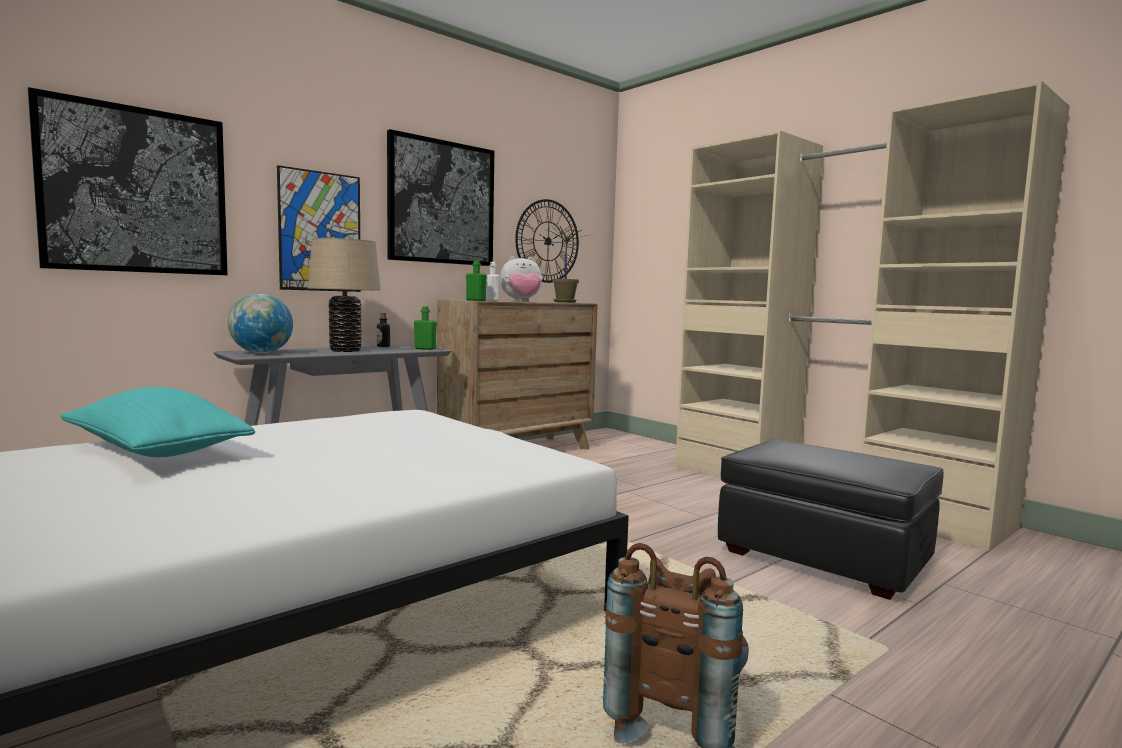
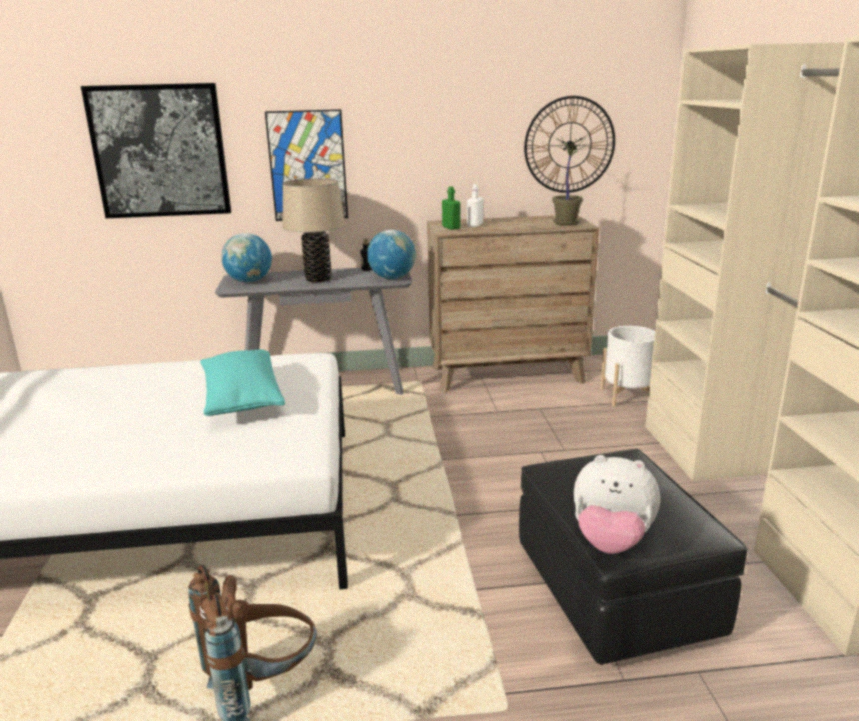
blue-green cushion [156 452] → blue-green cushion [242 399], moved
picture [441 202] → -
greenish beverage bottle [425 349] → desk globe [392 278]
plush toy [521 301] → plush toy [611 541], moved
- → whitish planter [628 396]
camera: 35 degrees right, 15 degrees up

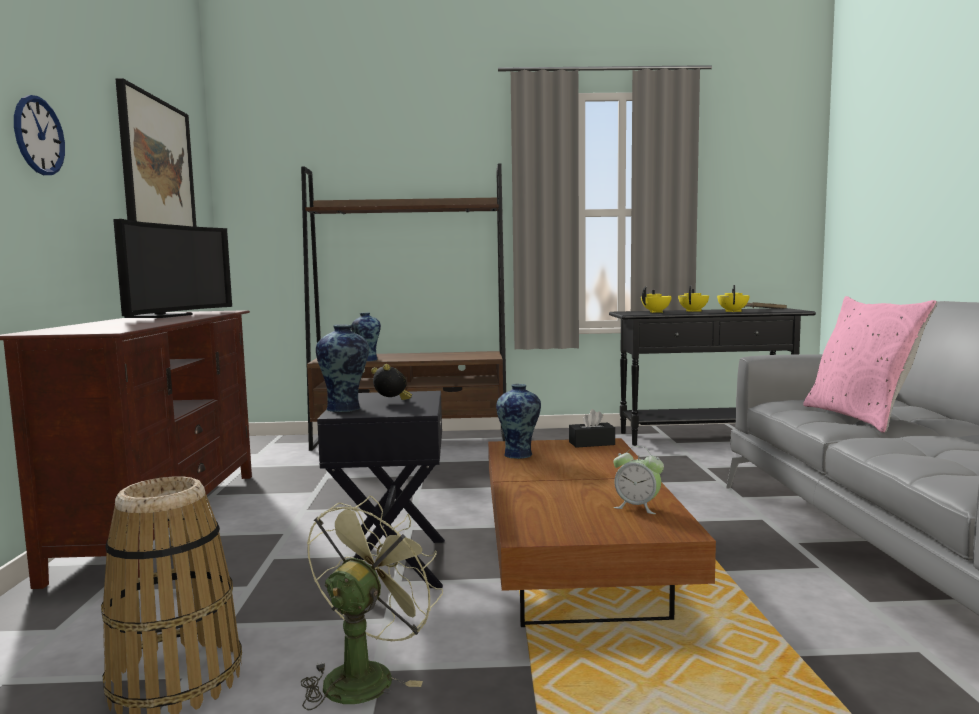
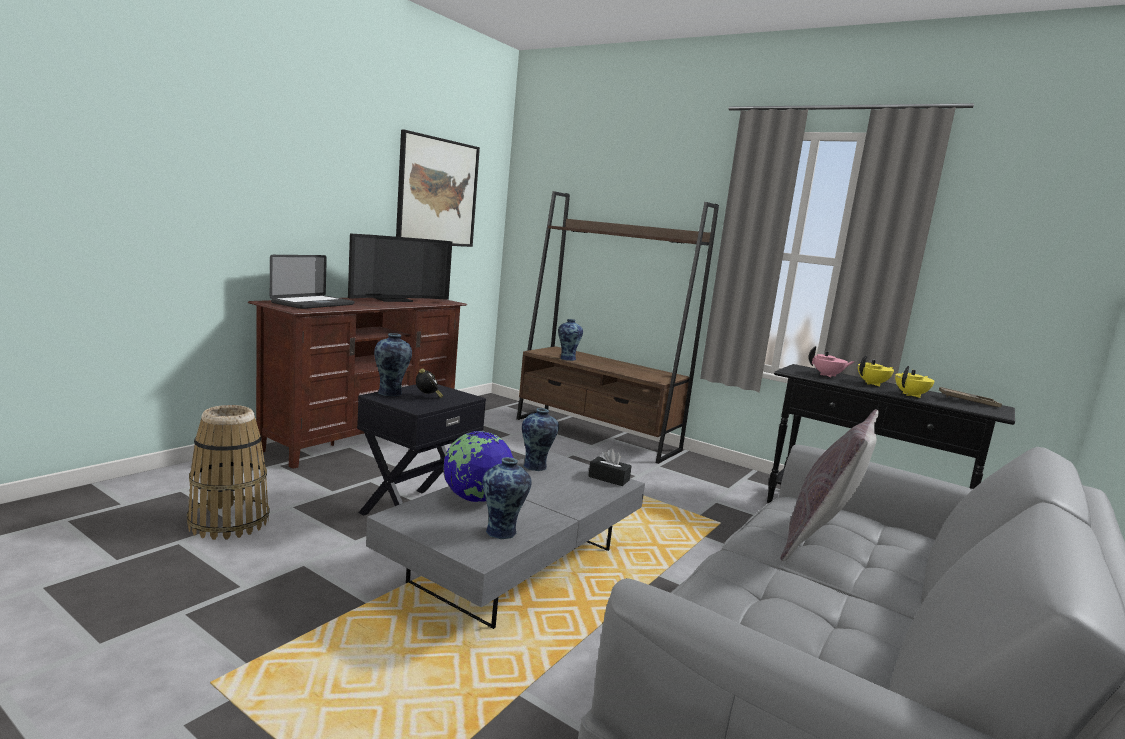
clock on the wall [39 136] → -
greenish electric fan [365 674] → -
brownish coffee table [577 565] → greyish coffee table [515 566]
bedside clock [637 507] → vase [502 532]
yellow teapot [656 312] → pinkish teapot [828 375]
pinkish cushion [860 417] → greyish cushion [819 542]
- → portable computer [313 303]
- → desk globe [476 499]
camera: 35 degrees right, 5 degrees up

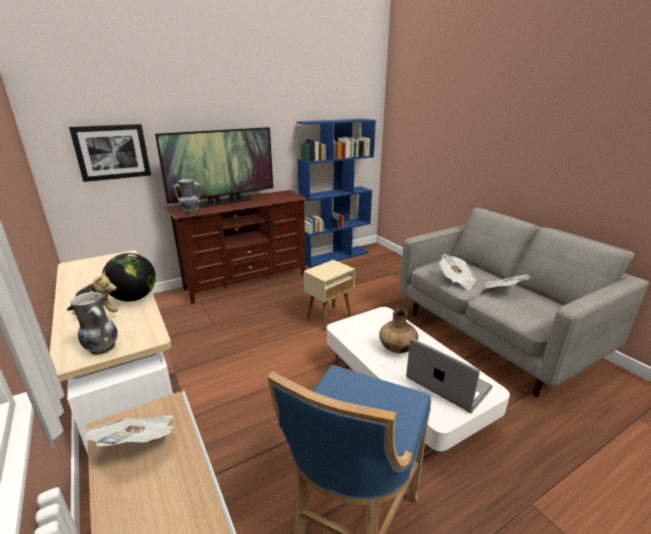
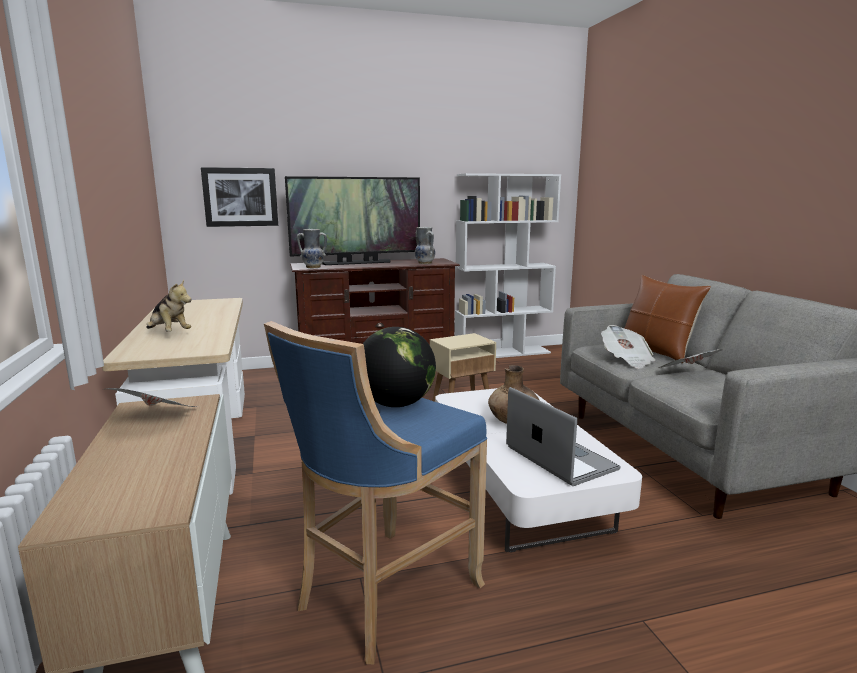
vase [101 348] → vase [424 263], moved
desk globe [134 298] → desk globe [396 404], moved
blue shelving unit [335 256] → whitish shelving unit [502 353]
- → brownish cushion [656 351]
camera: 15 degrees right, 10 degrees down

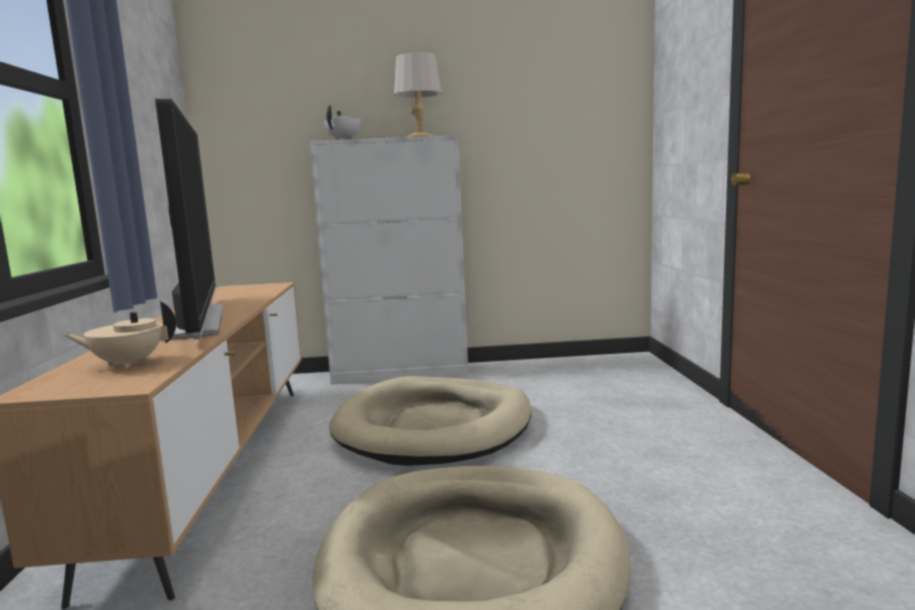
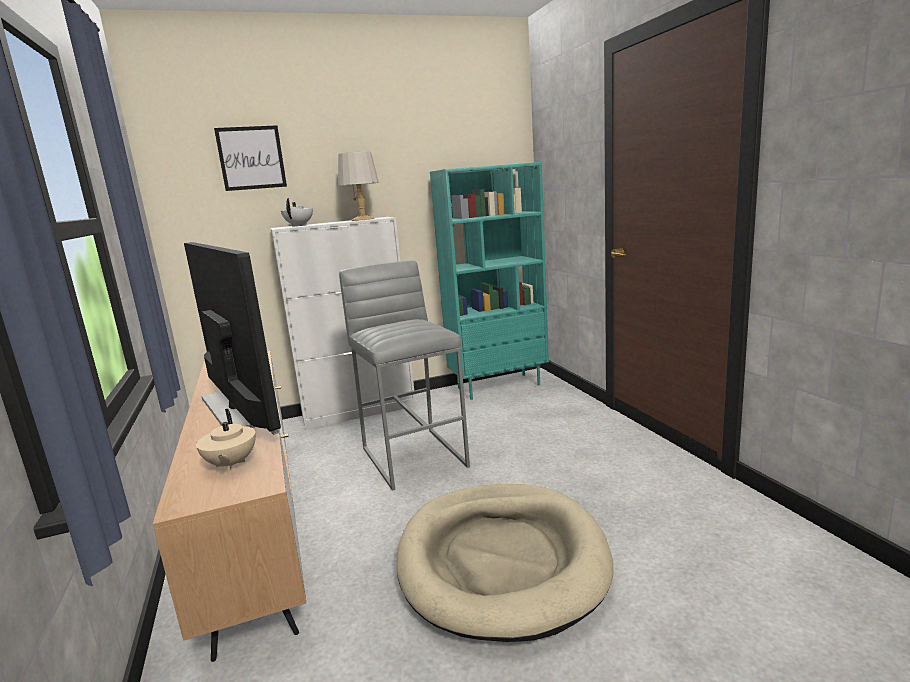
beige-coloured teapot [127 364] → beige-coloured teapot [230 464], 75 degrees counterclockwise
beige-coloured dog bed [434 427] → greyish stool seat [414 456]
- → picture [251 158]
- → blue-green shelving unit [499 386]
camera: 15 degrees left, 5 degrees up

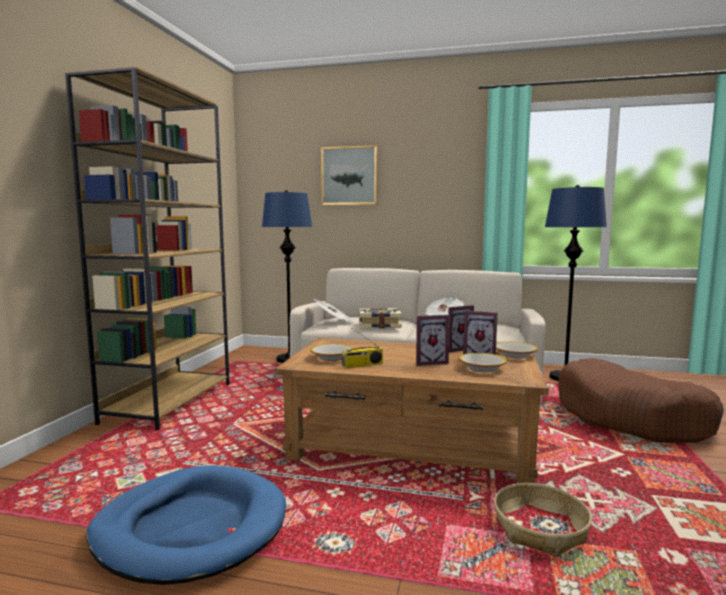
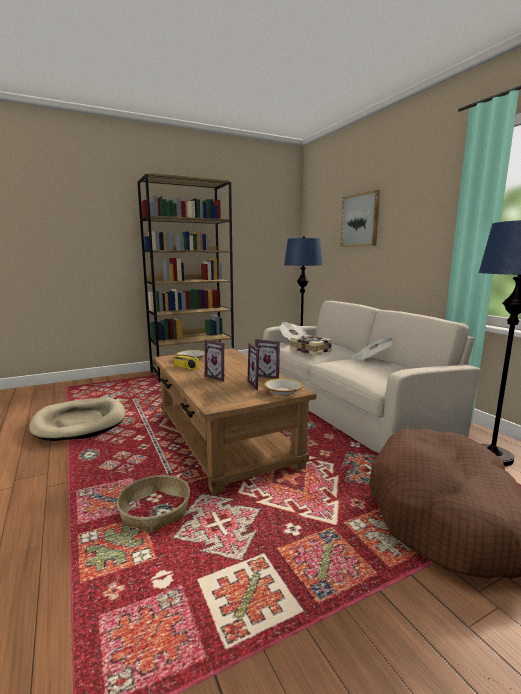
blue dog bed [191 528] → beige-coloured dog bed [80 422]
deep dish [482 368] → -
camera: 50 degrees right, 5 degrees up

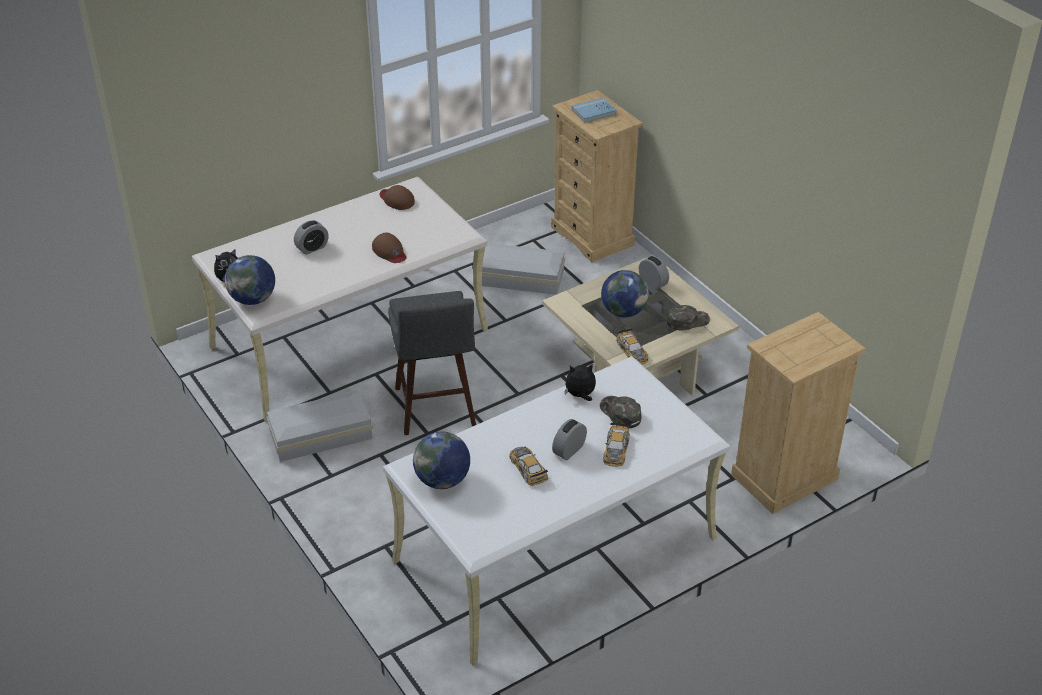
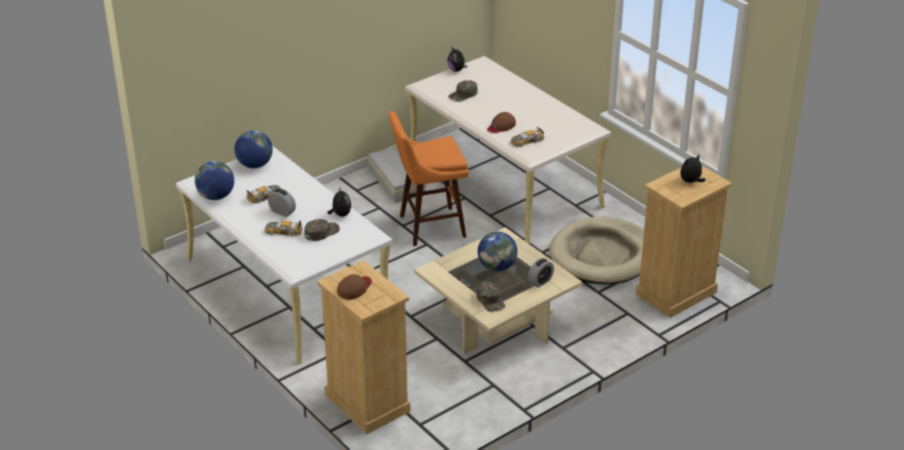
desk globe [253 299] → desk globe [216 196], moved
bedside clock [312 248] → -
brownish cap [396 200] → brownish cap [354 288], moved
greyish stool seat [435 410] → orangey stool seat [428 227]
whitish storage box [518 276] → beige-coloured dog bed [602 255]
blue volume [594 112] → plush toy [691 182]
toy car [632 351] → toy car [527 141], moved
- → greenish cap [463 95]
camera: 85 degrees right, 5 degrees down

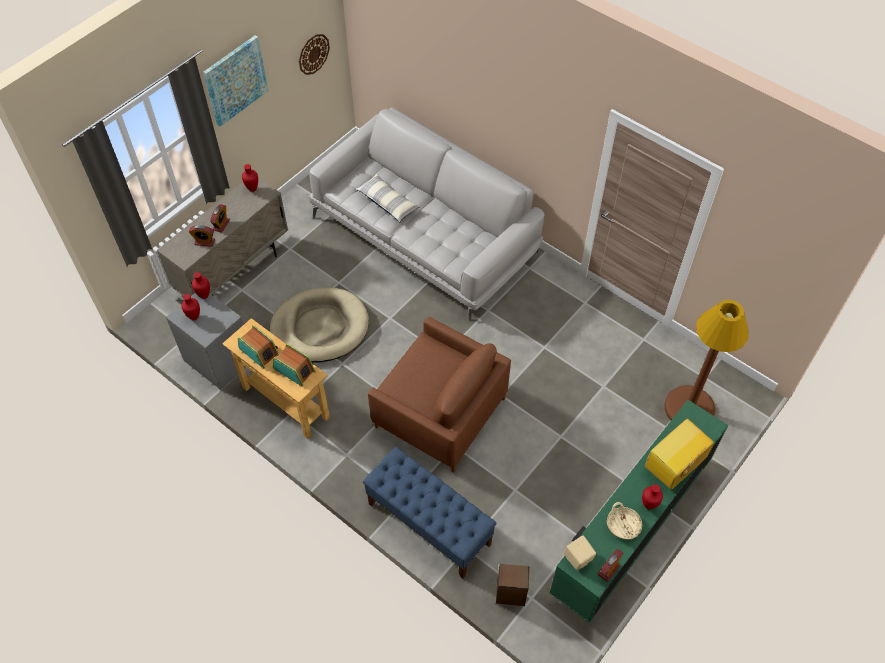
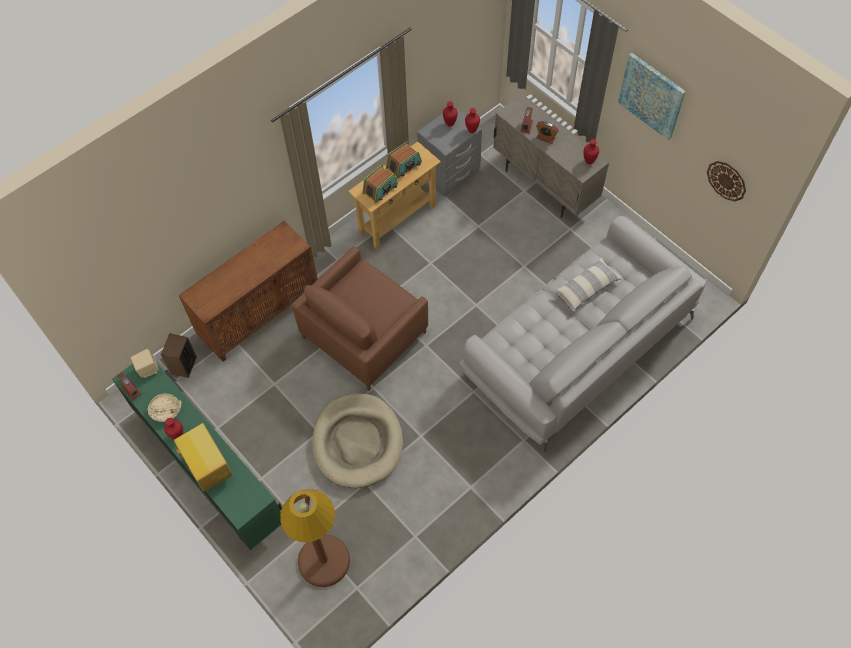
beige-coloured dog bed [320 328] → beige-coloured dog bed [357 442], moved
blue bench [428 524] → brownish cupboard [260 313]
camera: 100 degrees right, 5 degrees up

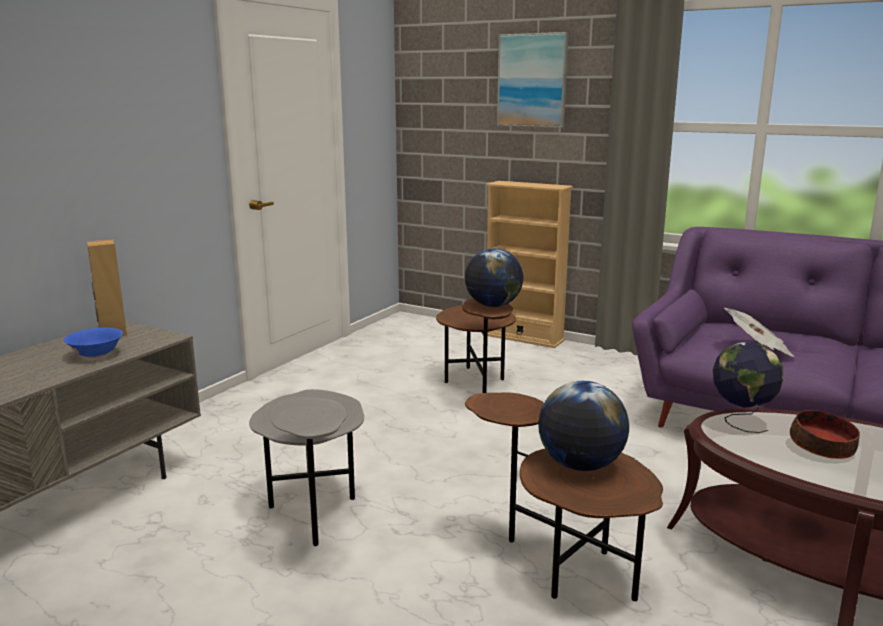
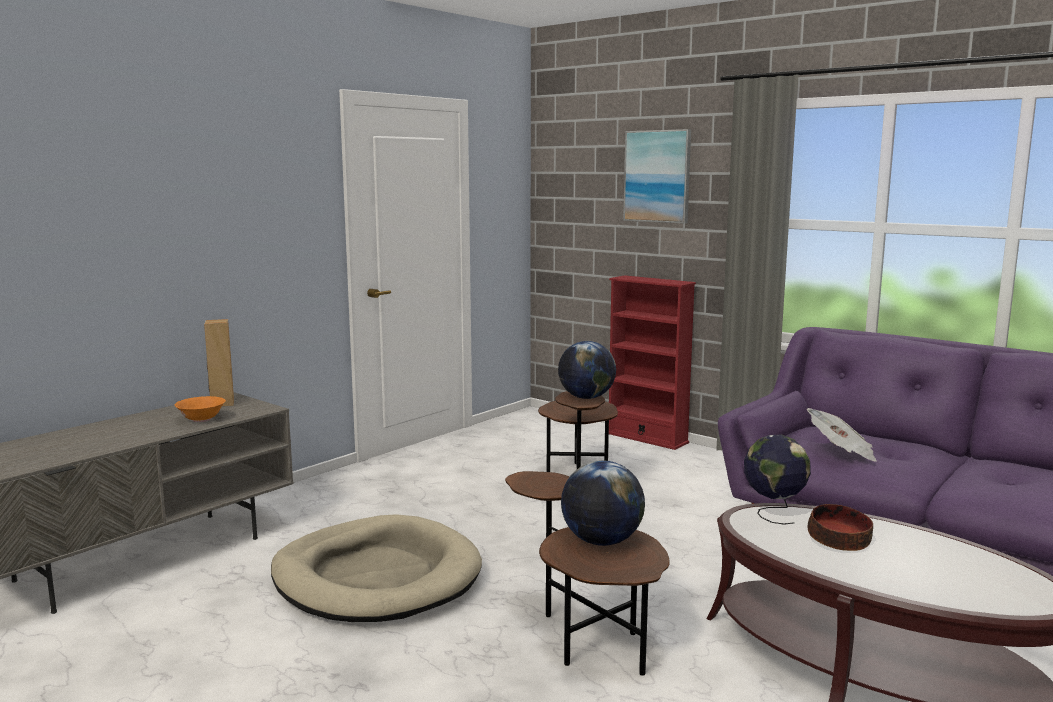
blue deep dish [96 355] → orangey deep dish [201 419]
greyish end table [314 512] → beige-coloured dog bed [376 577]
beige-coloured shelving unit [523 338] → reddish shelving unit [647 438]
camera: 10 degrees right, 5 degrees down

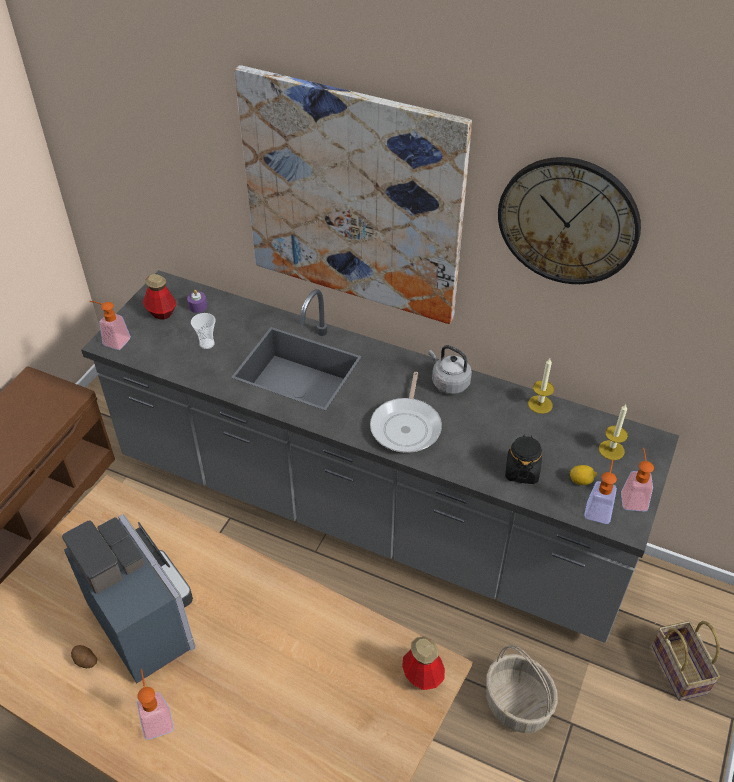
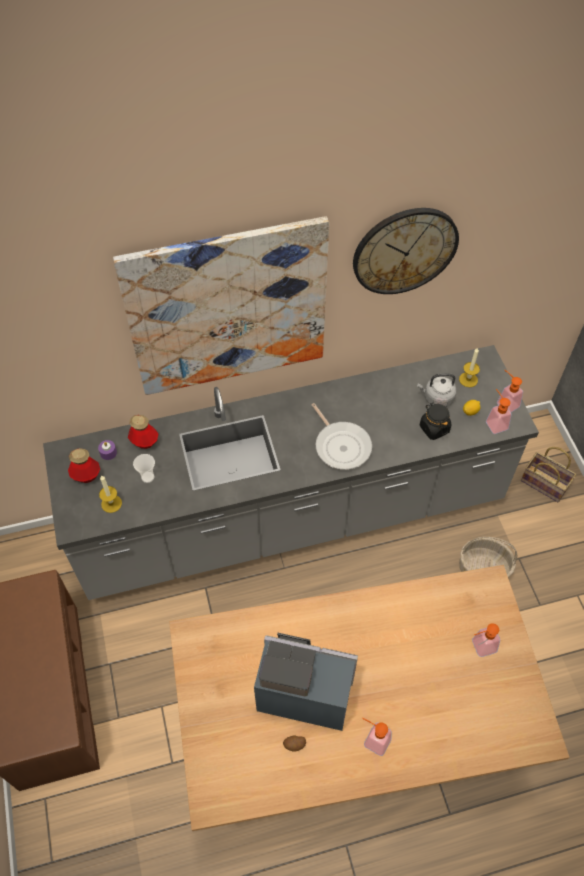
soap dispenser [113 340] → soap dispenser [479 647], moved
beverage bottle [422 676] → beverage bottle [144 442], moved
greyish water kettle [448 382] → greyish water kettle [436 398], moved
wax candle [540 404] → wax candle [111 503], moved
camera: 40 degrees left, 10 degrees up

